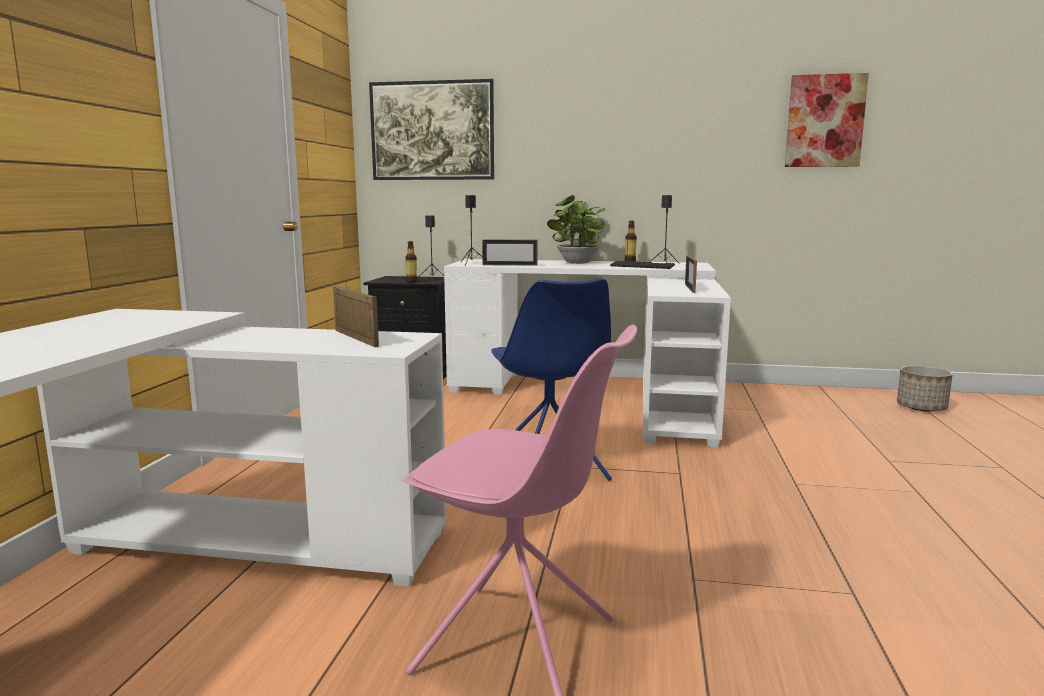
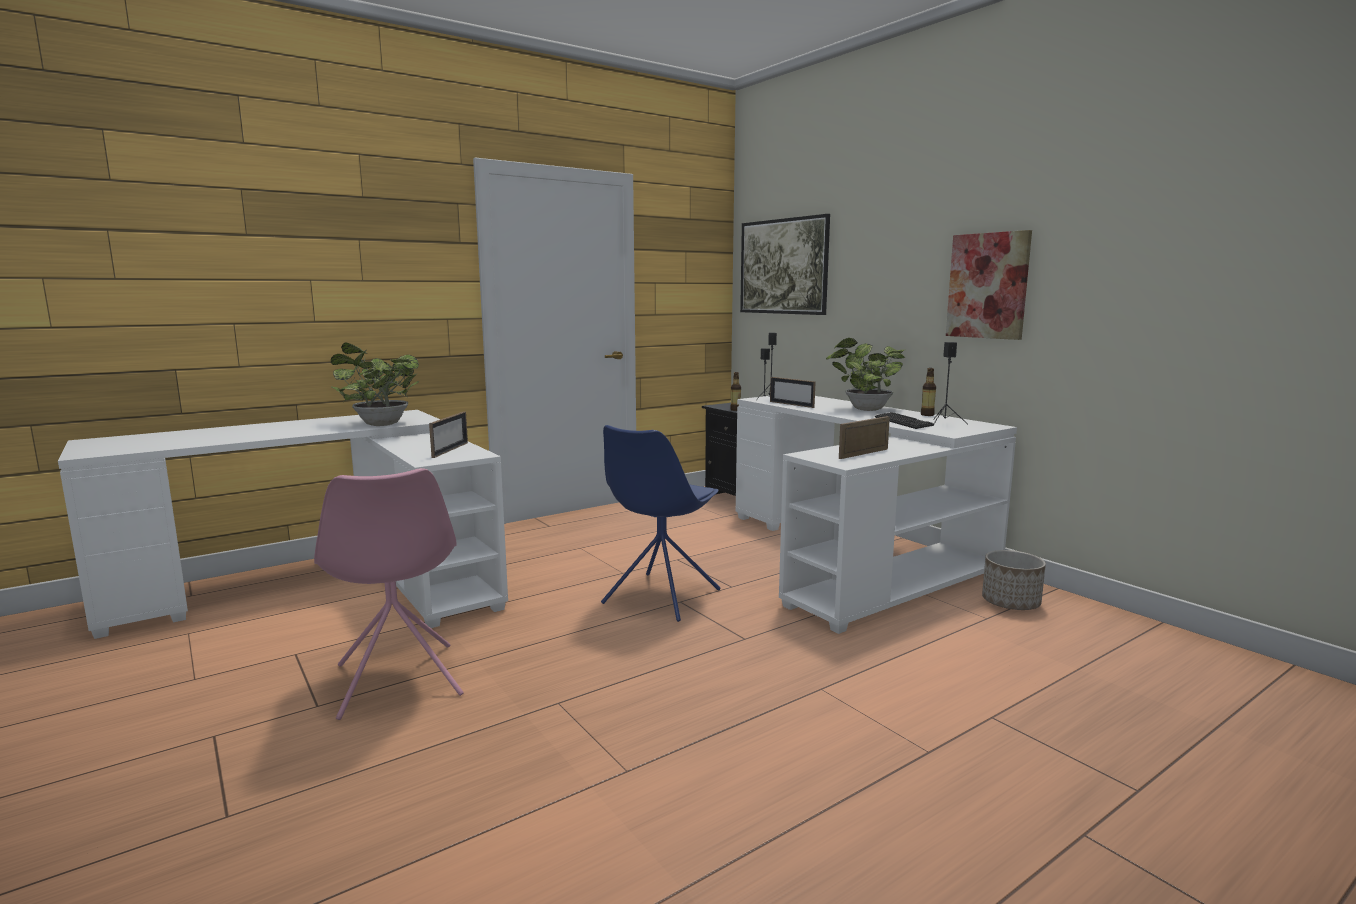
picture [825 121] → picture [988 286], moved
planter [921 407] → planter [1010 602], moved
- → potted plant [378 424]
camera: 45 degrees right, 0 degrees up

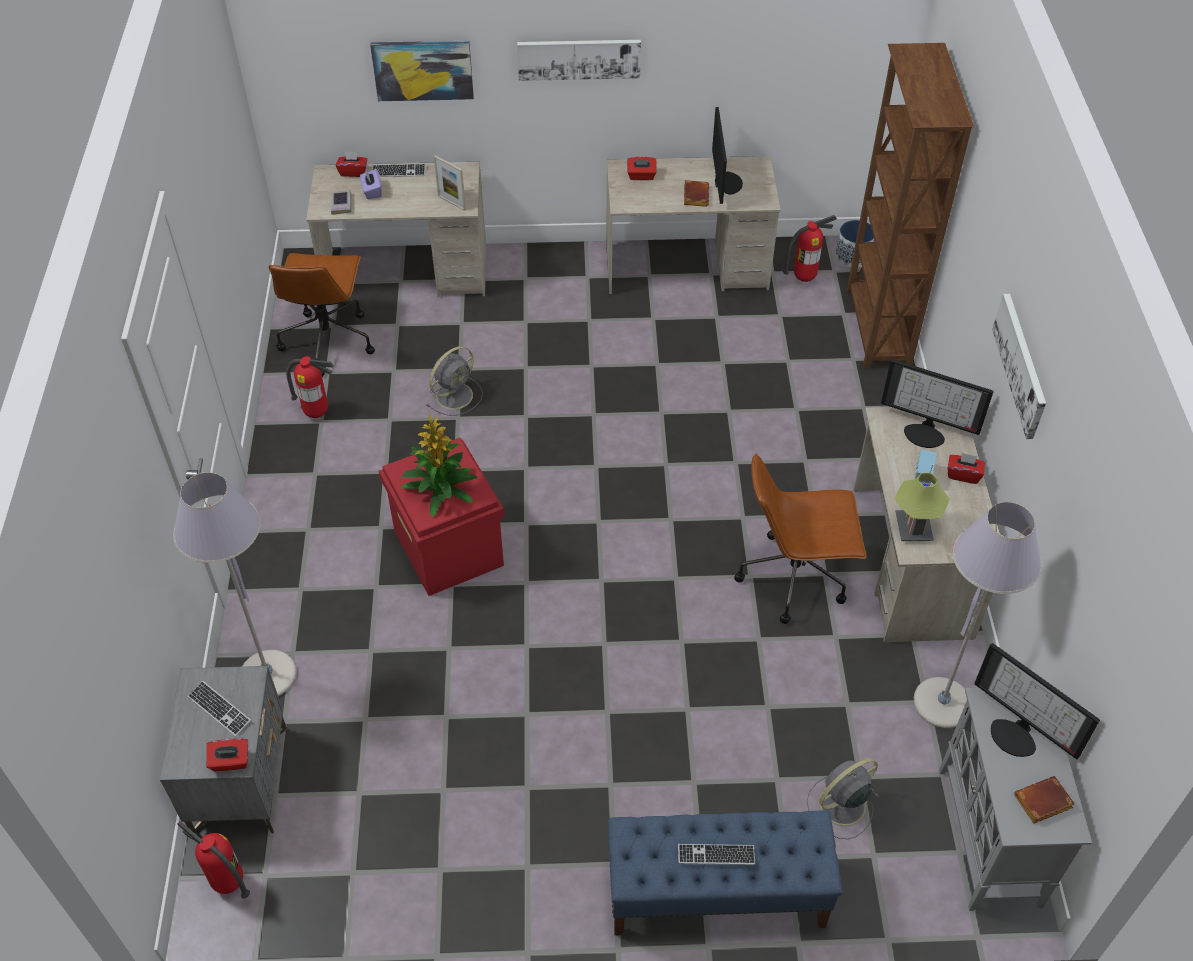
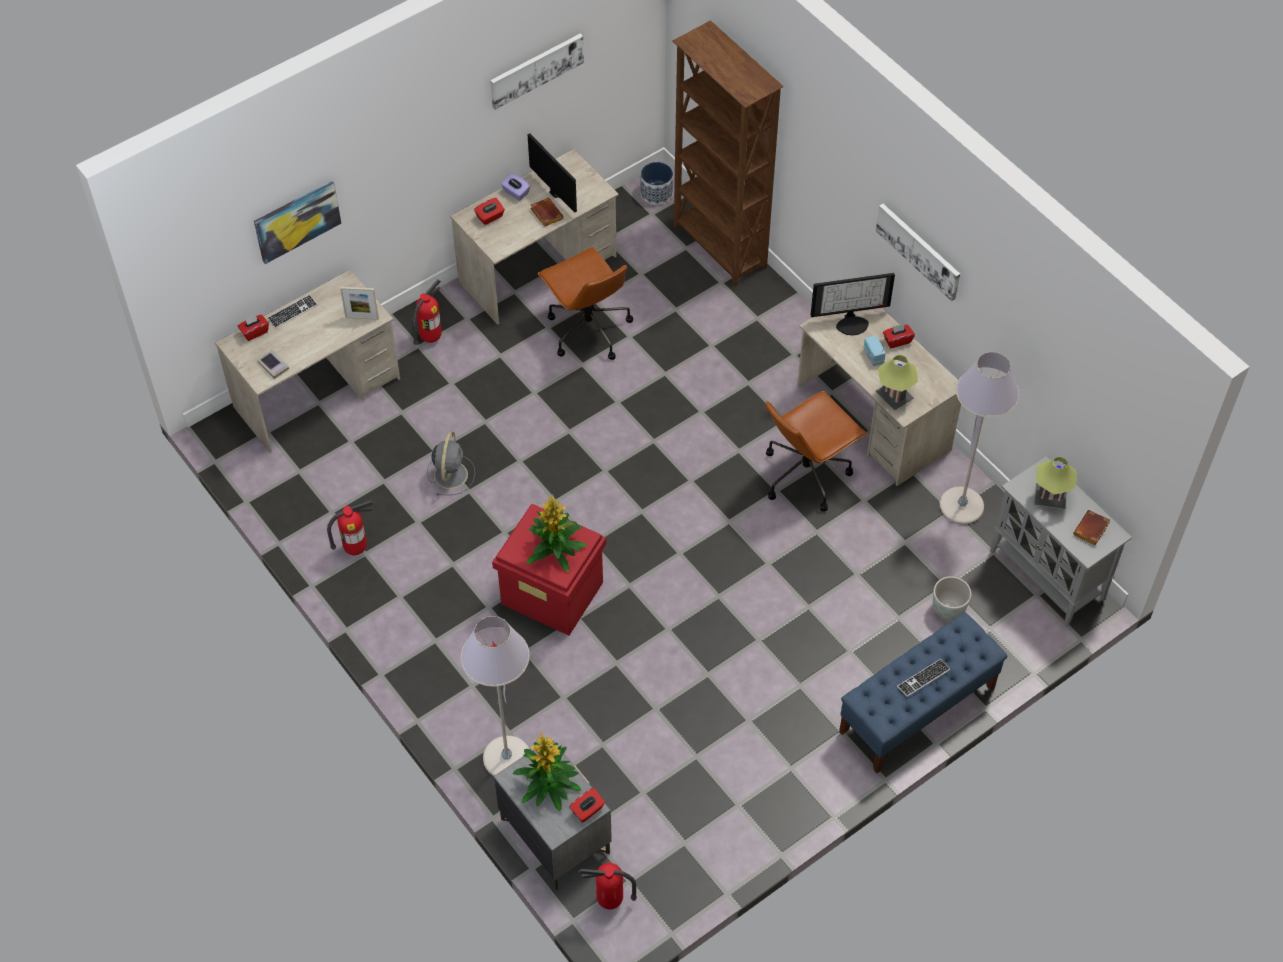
keyboard [219 709] → potted plant [547 784]
brownish desk chair [327 340] → brownish desk chair [588 329], moved
purplish tissue box [372 191] → purplish tissue box [516 193], moved
picture [579 58] → picture [536 70], moved
extinguisher [804 278] → extinguisher [430 338], moved
greyish electric fan [840 805] → greyish planter [948 610]
computer screen [1016 735] → table lamp [1050 498]
camera: 35 degrees left, 5 degrees up

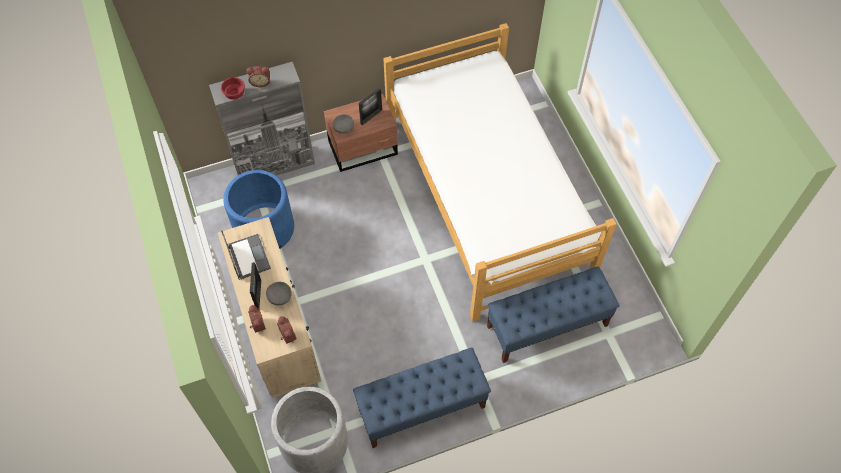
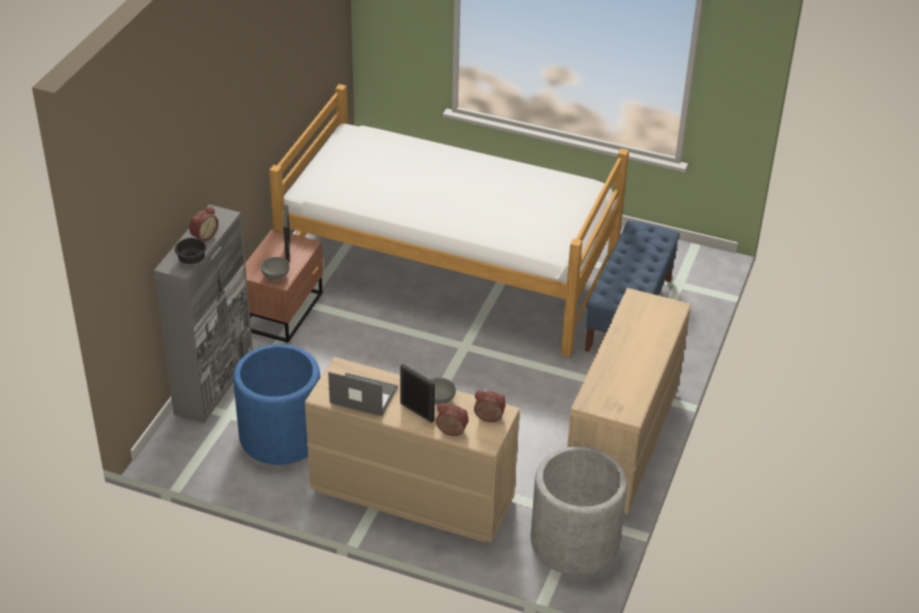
reddish deep dish [234 94] → black-coloured deep dish [192 259]
blue bench [421 408] → beige-coloured chest of drawers [621 444]
camera: 50 degrees left, 20 degrees down

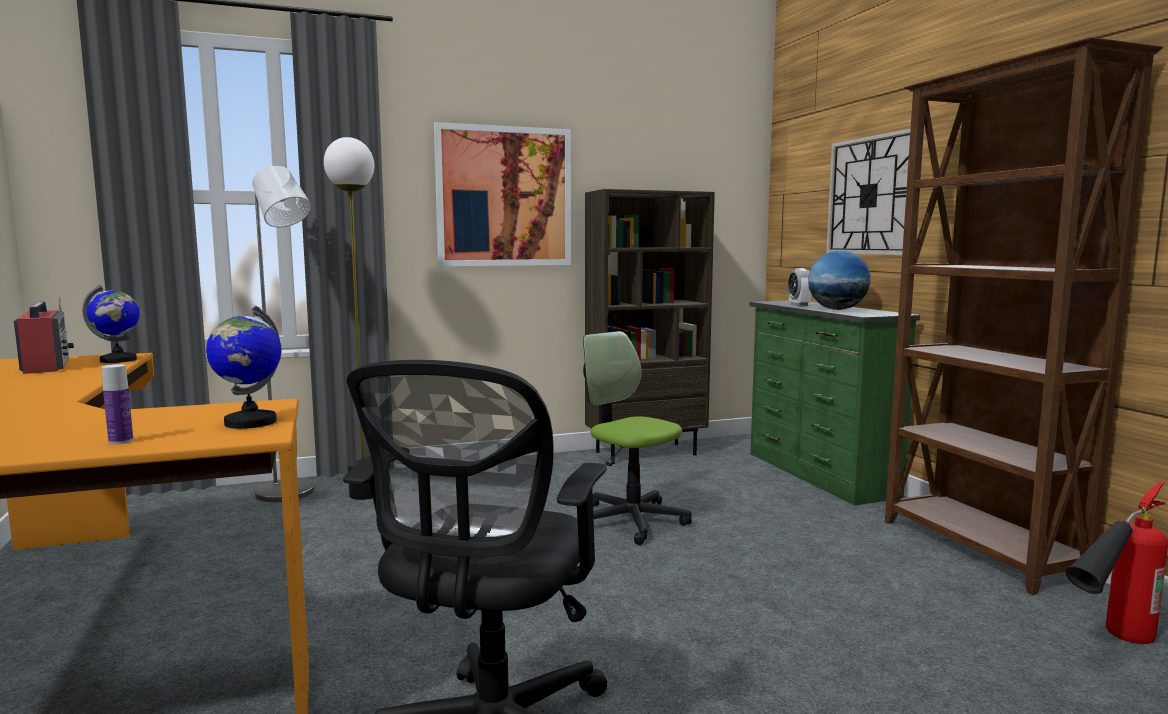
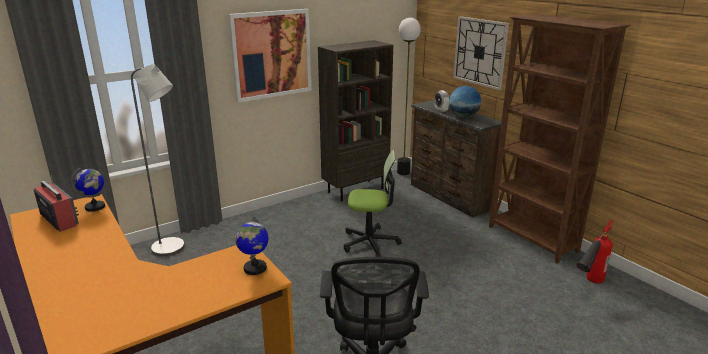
beverage bottle [121 441] → -
floor lamp [365 494] → floor lamp [403 172], moved
desk chair [630 521] → desk chair [370 243], 150 degrees clockwise
greenish chest of drawers [818 474] → brownish chest of drawers [449 197]
camera: 15 degrees left, 15 degrees up

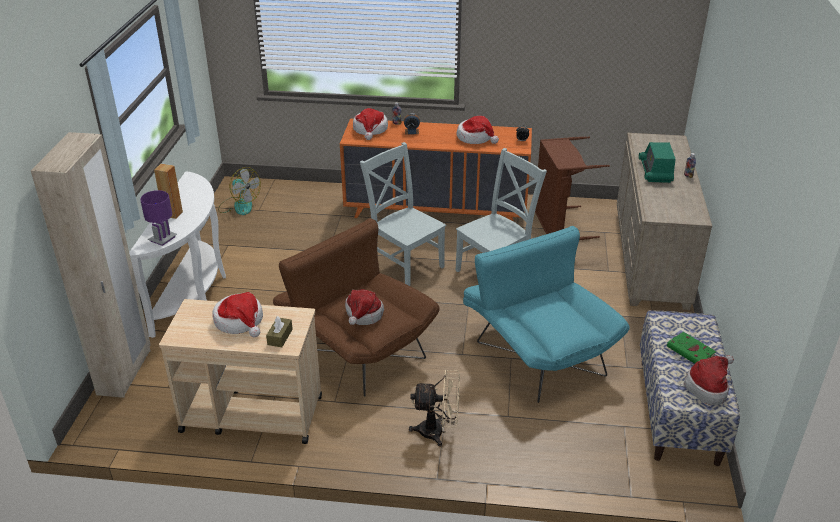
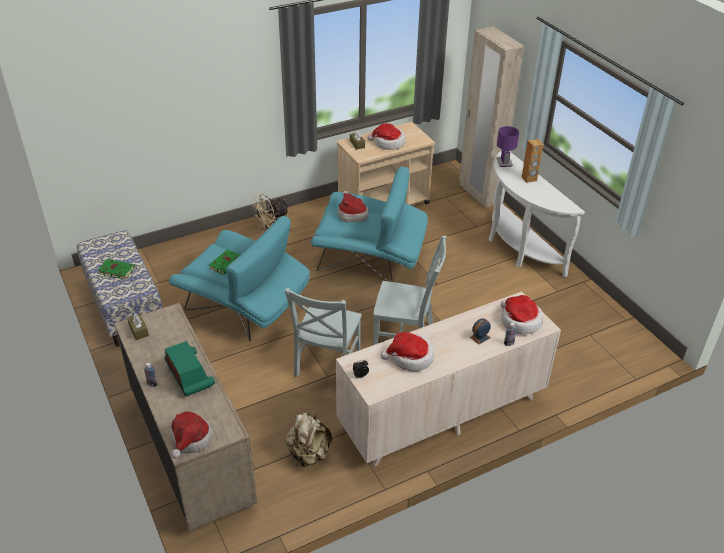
electric fan [239 205] → -
brownish easy chair [355 347] → blue-green easy chair [370 259]
orangey chest of drawers [436 211] → beige-coloured chest of drawers [442 413]
brownish laundry basket [558 225] → beige-coloured rucksack [309 454]
hat [708 387] → hat [190 440], moved
- → brownish tissue box [138 330]
- → greenish volume [226 263]
camera: 145 degrees right, 5 degrees up

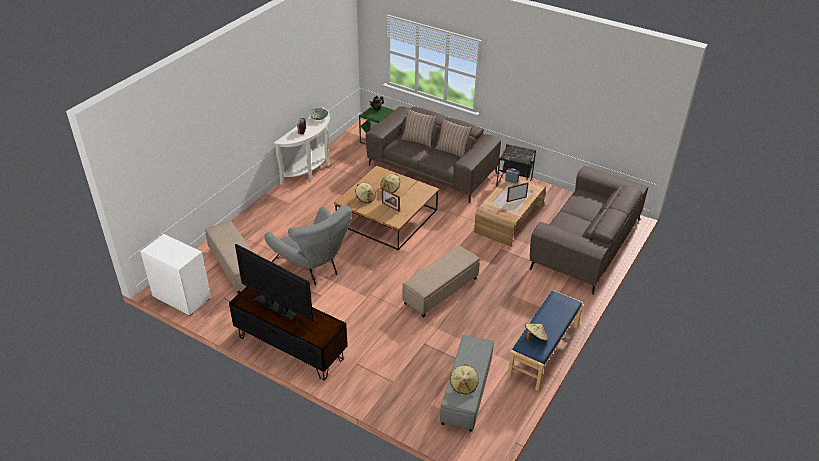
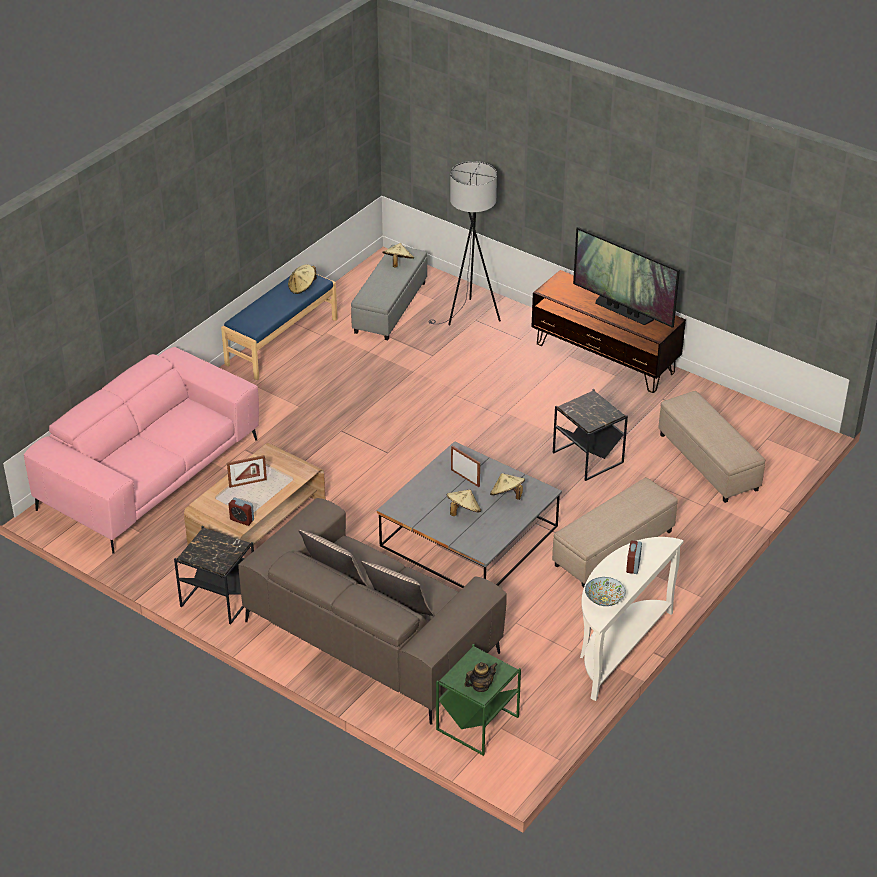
whitish chest of drawers [181 297] → -
greyish easy chair [313 266] → black-coloured end table [588 457]
brownish coffee table [387 217] → greyish coffee table [469 536]
beige-coloured footrest [441 291] → beige-coloured footrest [613 548], moved
brownish settee [585 244] → pinkish settee [150 474]
- → greyish floor lamp [469 317]
camera: 175 degrees left, 0 degrees up

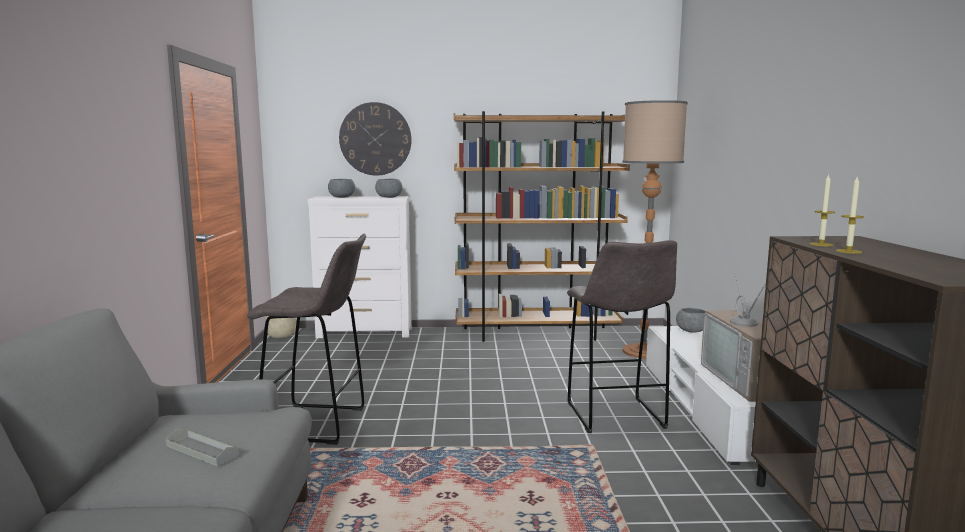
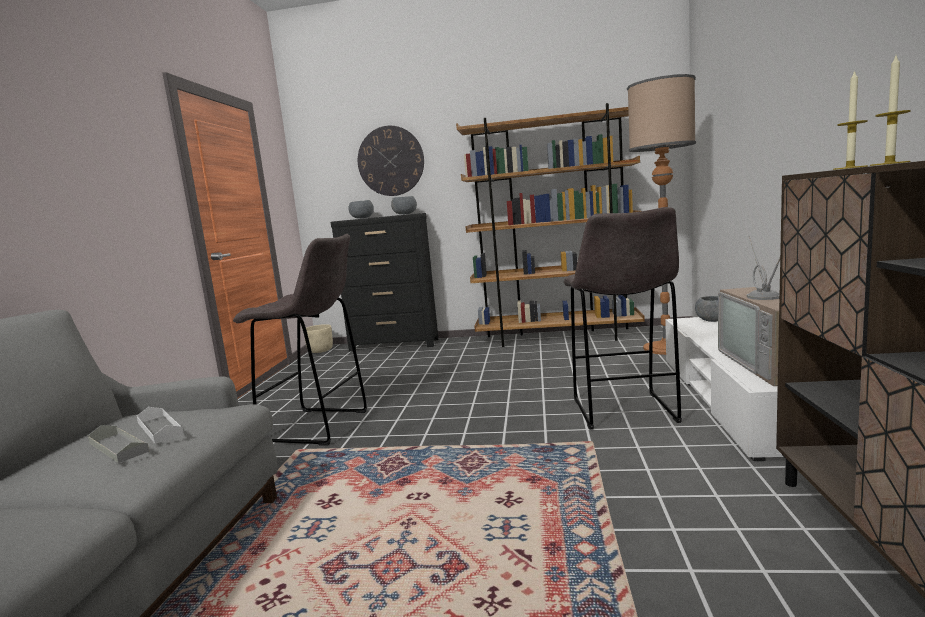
whitish chest of drawers [365 333] → black-coloured chest of drawers [395 345]
- → whitish carrying tray [160 428]
camera: 10 degrees right, 0 degrees up

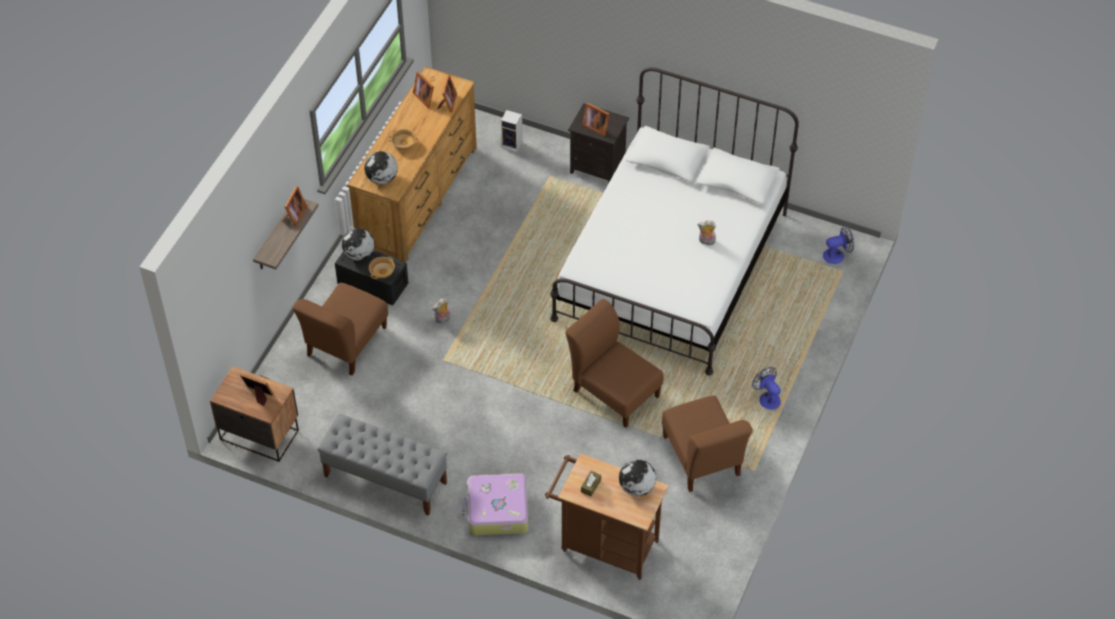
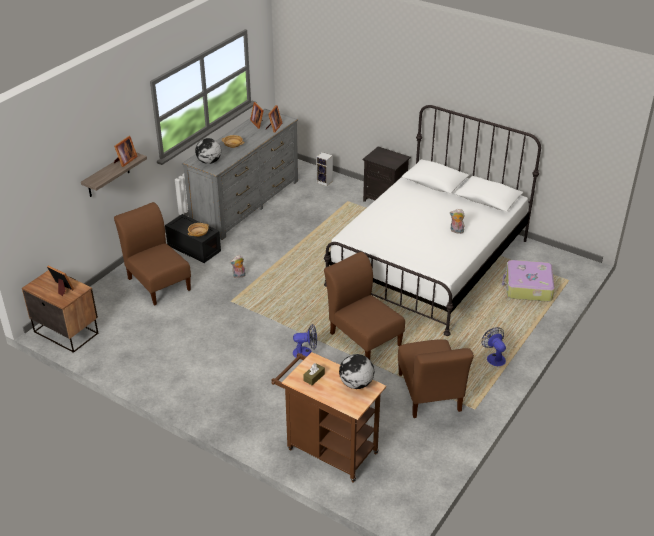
brownish plain chair [345 344] → brownish plain chair [158 282], 105 degrees clockwise
greyish bench [385 479] → -
desk globe [359 254] → -
brownish chest of drawers [417 197] → greyish chest of drawers [246 203]
piece of luggage [497 510] → piece of luggage [527 287], moved
picture frame [596 126] → -
electric fan [837 255] → electric fan [306 352], moved
camera: 10 degrees right, 15 degrees down

